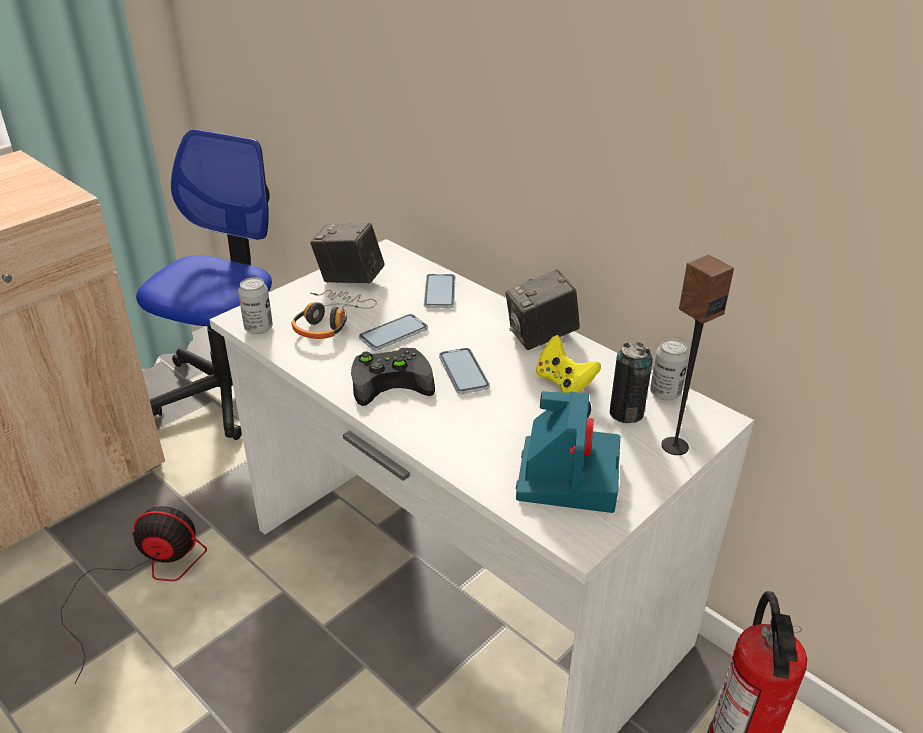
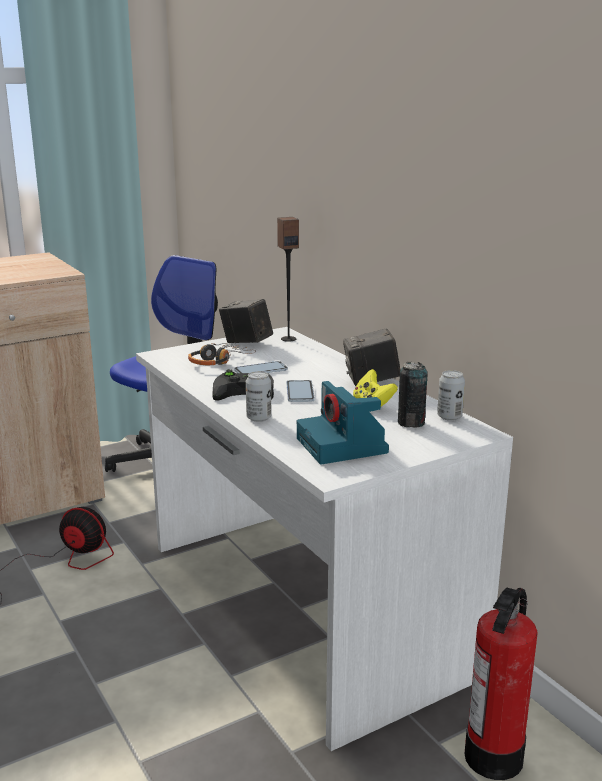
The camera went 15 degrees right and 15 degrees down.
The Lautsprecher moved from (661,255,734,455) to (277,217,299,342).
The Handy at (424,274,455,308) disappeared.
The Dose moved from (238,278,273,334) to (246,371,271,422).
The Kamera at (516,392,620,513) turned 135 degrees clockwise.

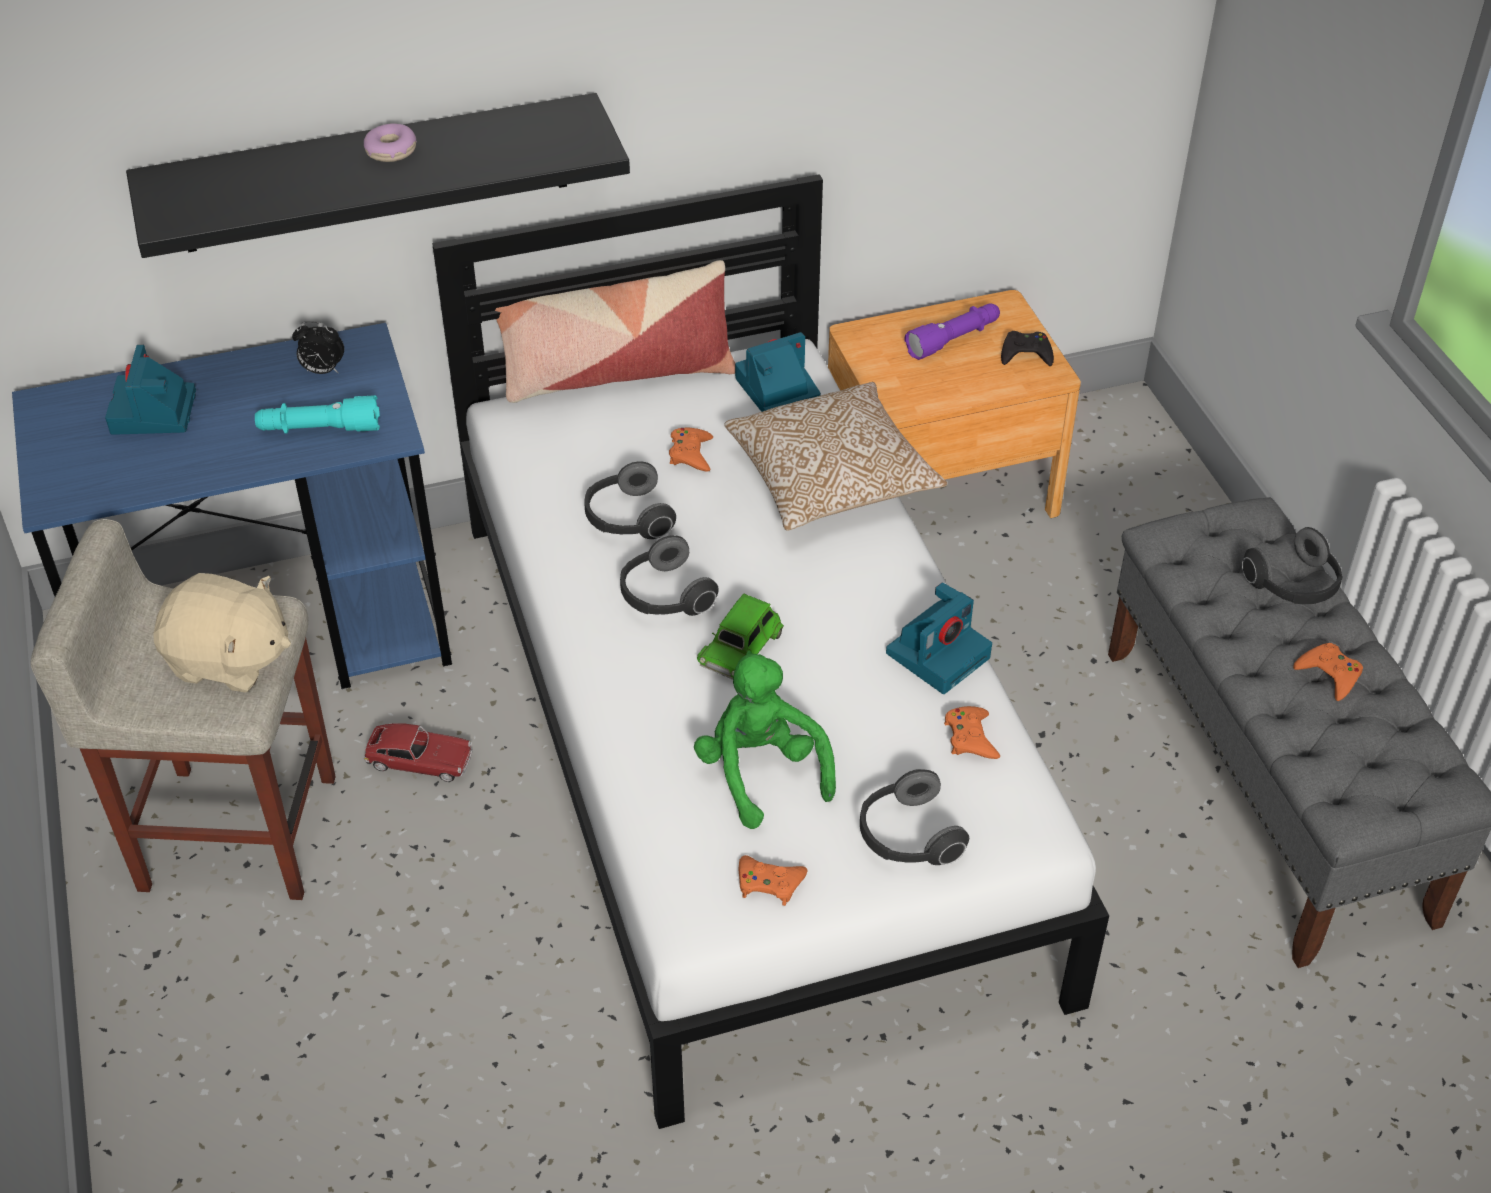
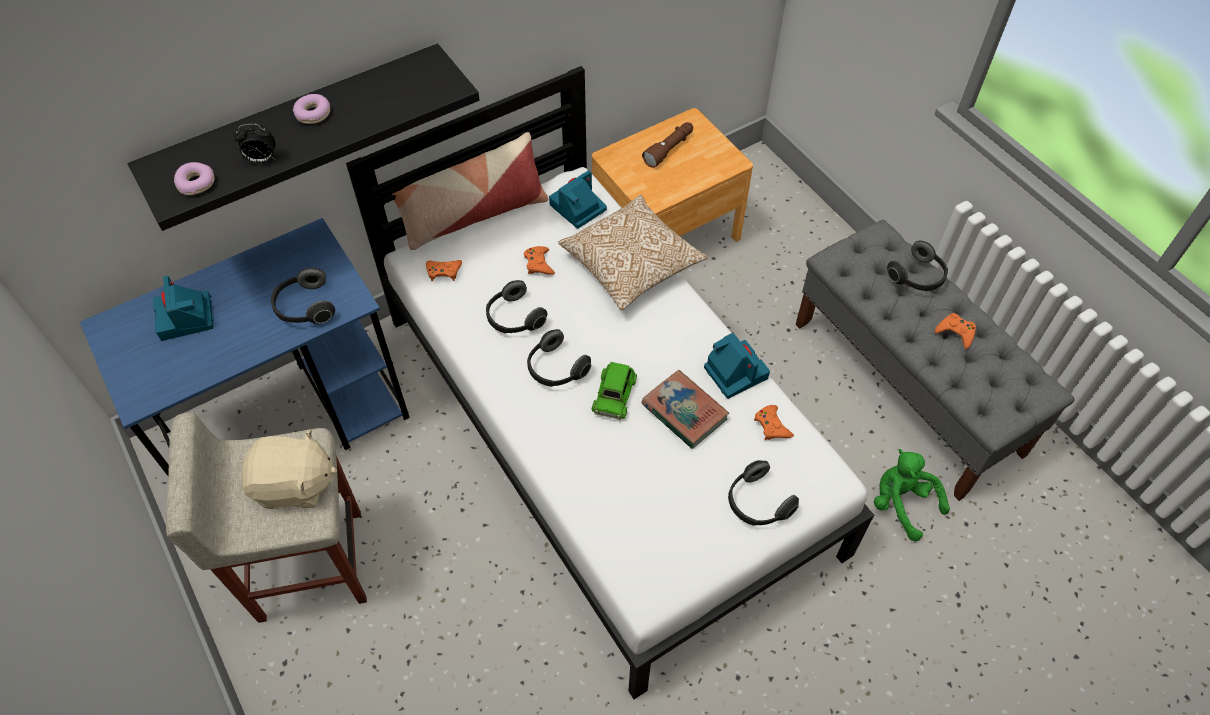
The camera went 15 degrees left and 10 degrees up.
The Taschenlampe (lila) at (904,303,1000,360) became the Taschenlampe (braun) at (642,122,693,168).
The Wecker moved from (292,321,344,374) to (233,124,276,163).
The Gamepad (schwarz) at (1001,331,1054,366) disappeared.
The Taschenlampe (türkis) at (255,395,380,434) was replaced by the Kopfhörer at (271,267,335,324).
The Kamera at (886,583,992,694) turned 60 degrees counterclockwise.
The Plüschtier (grün) moved from (694,651,836,829) to (874,449,950,541).
The Spielzeugauto at (364,723,473,782) disappeared.
The Gamepad (orange) moved from (739,855,807,906) to (426,260,462,281).
The Donut at (174,162,215,195) appeared.
The Buch at (642,370,729,449) appeared.

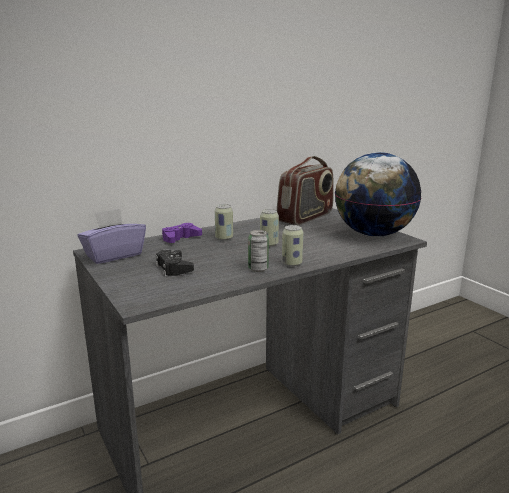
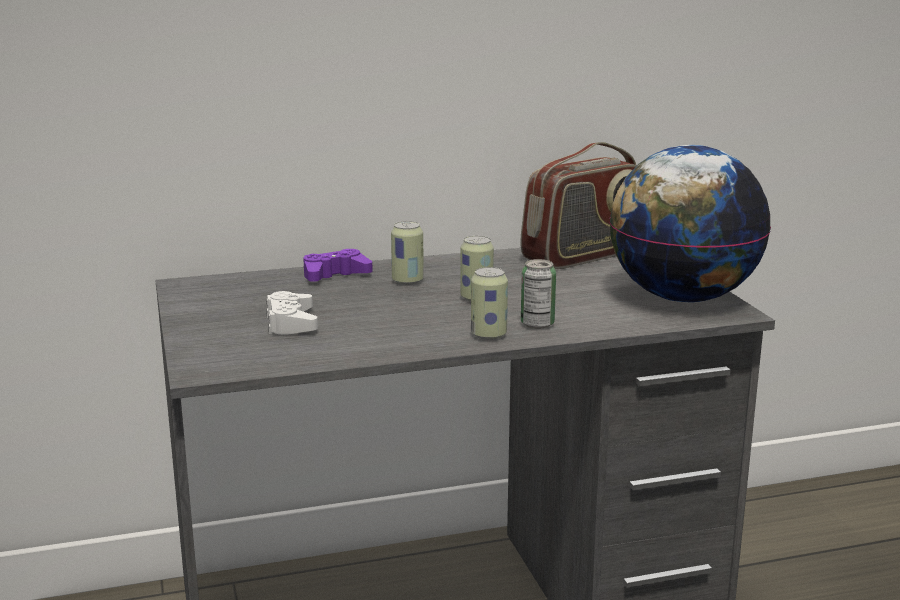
The camera went 15 degrees right and 0 degrees up.
The Taschentuchbox (lila) at (77,208,146,264) disappeared.
The Dose moved from (248,230,269,272) to (521,259,556,329).
The Gamepad (schwarz) at (156,250,194,276) became the Gamepad (weiß) at (266,291,318,335).

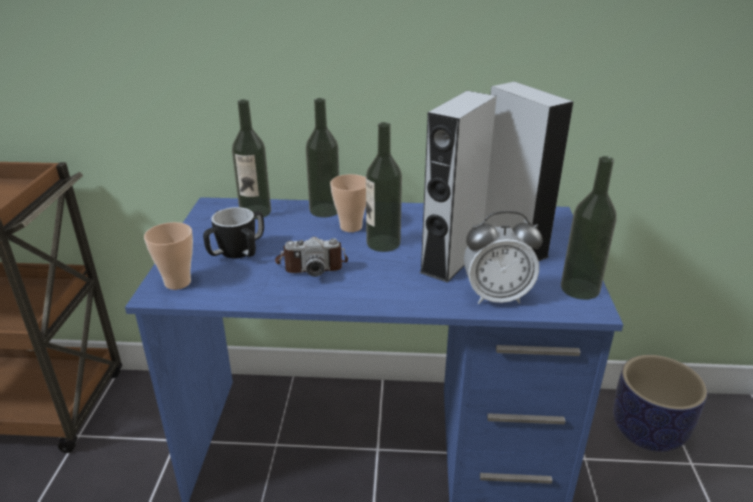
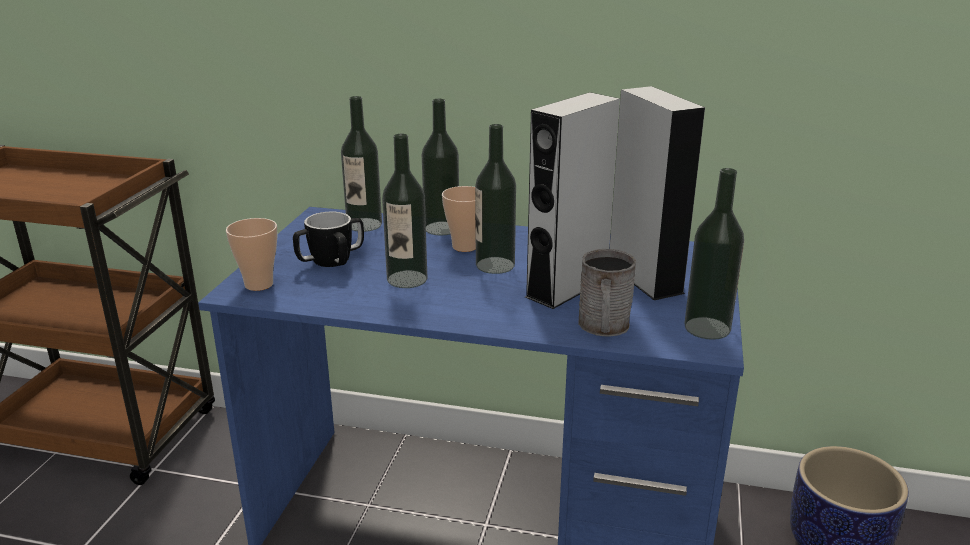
The camera went 10 degrees right and 5 degrees down.
The Wecker at (464,211,543,304) was replaced by the Henkelbecher (grau) at (578,249,637,336).
The Kamera at (275,237,348,277) was replaced by the Flasche at (382,134,427,288).

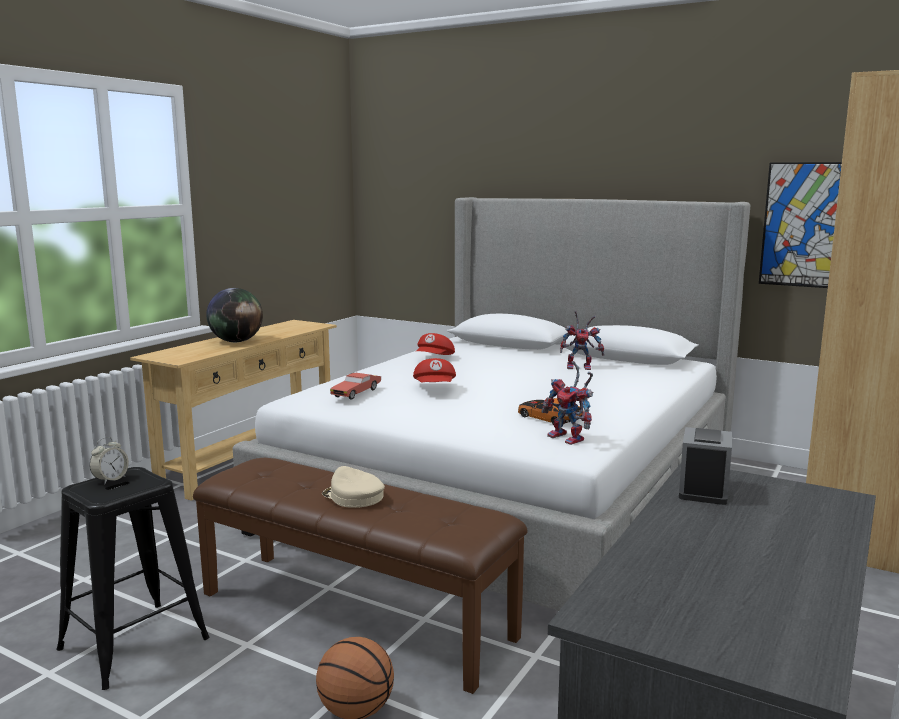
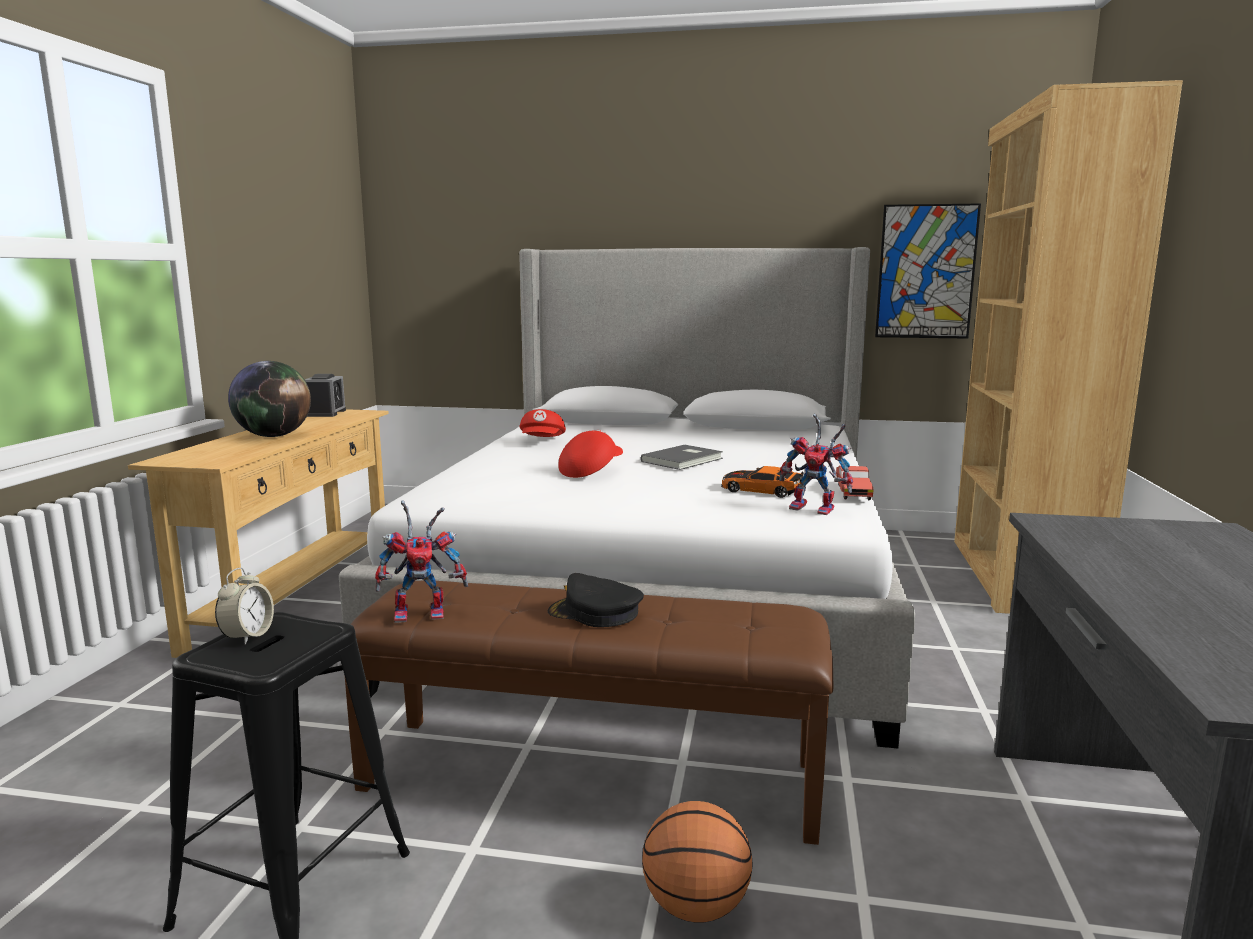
The camera went 20 degrees left and 0 degrees up.
The Spielzeugroboter moved from (560,311,604,370) to (375,500,468,623).
The Kappe (rot) at (413,358,456,382) turned 120 degrees counterclockwise.
The Spielzeugauto (rot) moved from (330,373,381,400) to (836,466,874,500).
The Wecker moved from (679,427,732,505) to (305,374,346,417).
The Kappe (beige) at (322,466,385,508) became the Kappe (schwarz) at (548,573,644,627).
The Buch (grau) at (641,445,723,470) appeared.

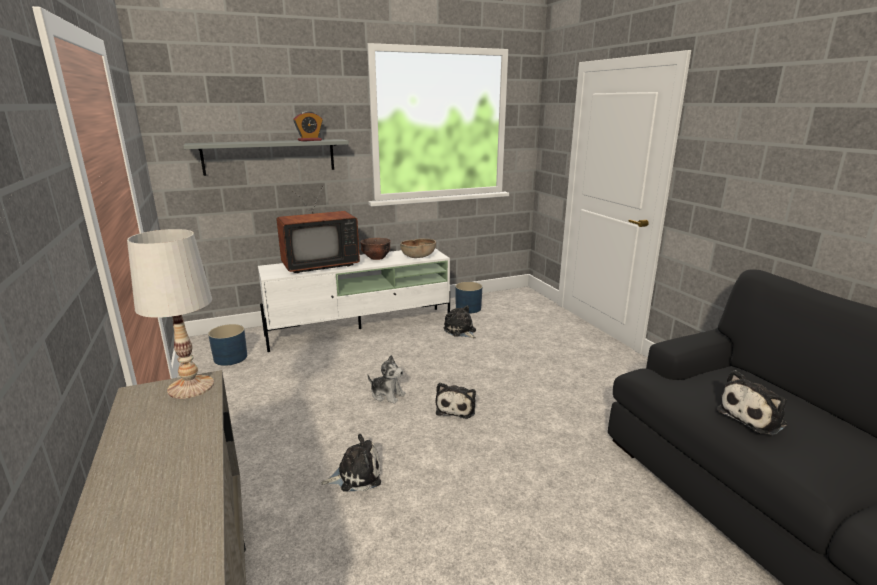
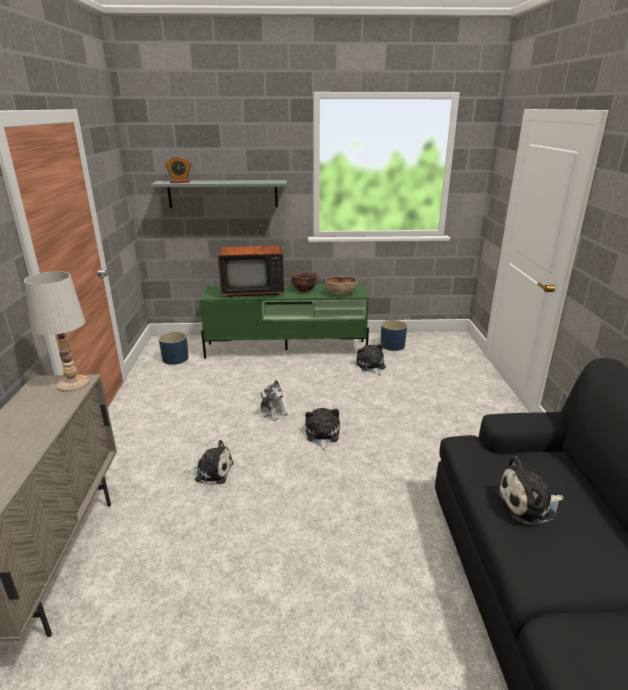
The camera went 20 degrees right and 5 degrees up.
The Wecker moved from (293,111,323,141) to (165,156,191,183).
The Fernsehschrank (weiß) at (258,248,450,352) became the Fernsehschrank (grün) at (200,284,369,359).
The Plüschtier at (436,383,476,419) turned 150 degrees clockwise.

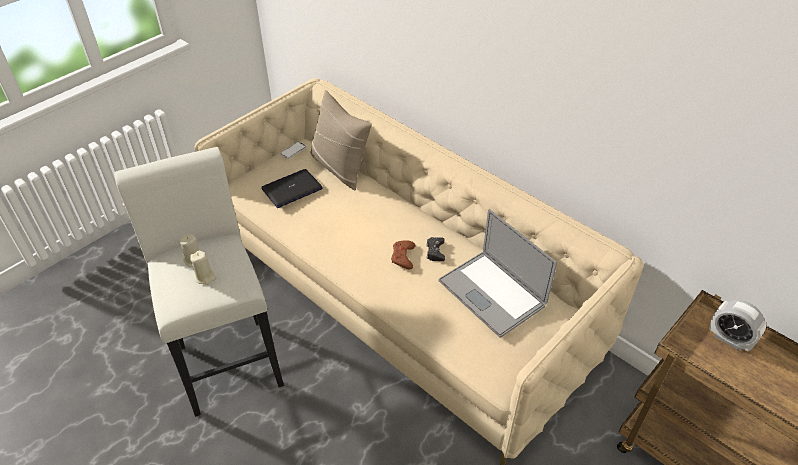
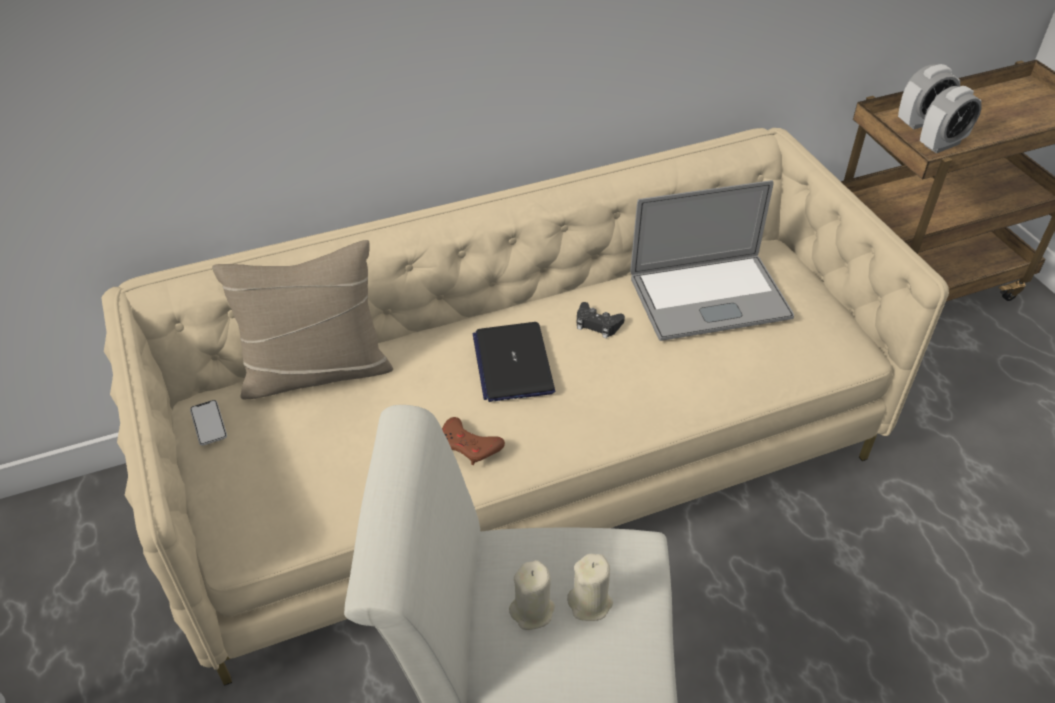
The camera went 65 degrees left and 0 degrees up.
The Laptop moved from (262,169,323,208) to (473,322,555,402).
The Gamepad (braun) moved from (391,240,416,270) to (442,417,505,465).
The Wecker at (920,86,982,153) appeared.

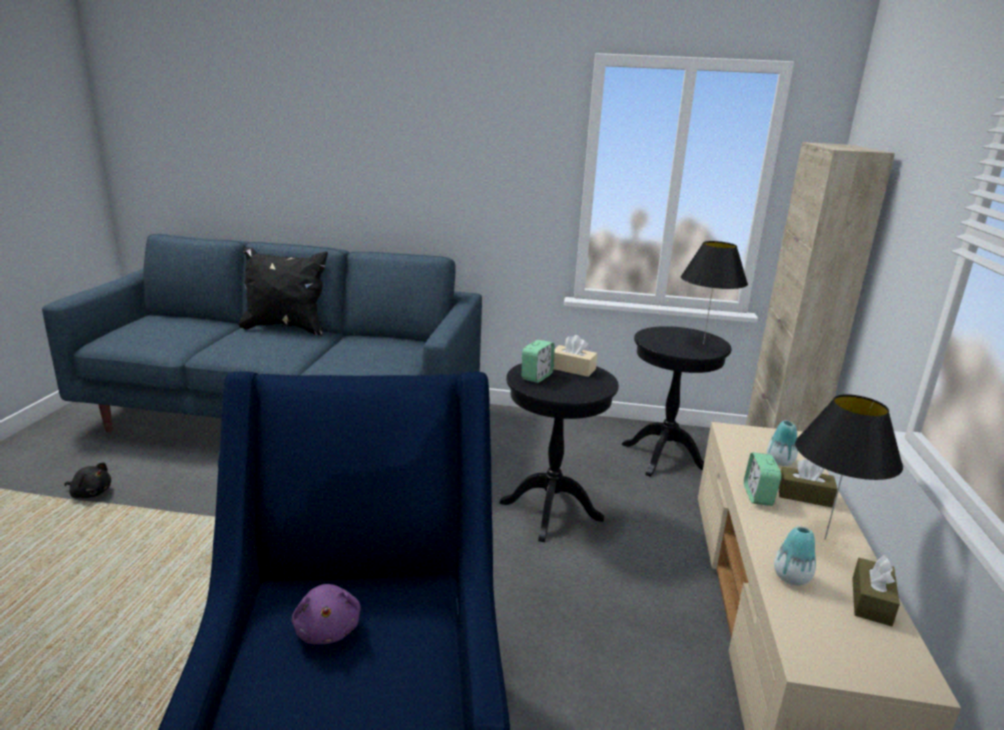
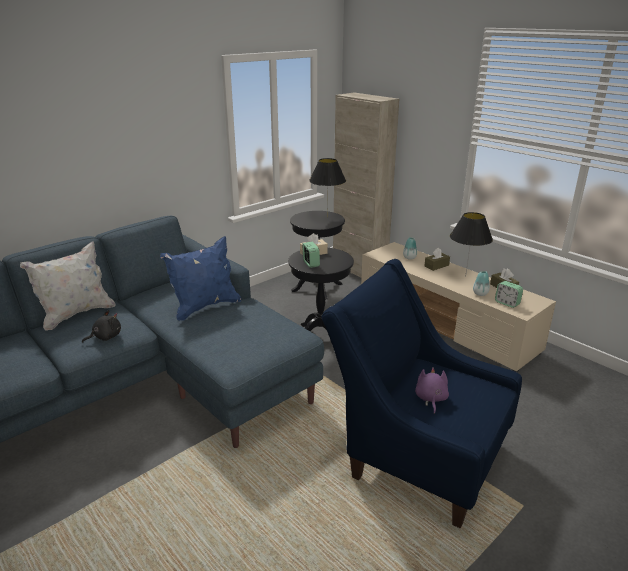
The camera went 50 degrees left and 5 degrees up.
The Kissen (schwarz) at (239,247,328,336) became the Kissen (weiß) at (20,241,115,331).
The Wecker moved from (744,452,781,506) to (495,281,523,308).
The Plüschtier (schwarz) moved from (65,462,111,498) to (82,310,121,343).
The Plüschtier (lila) at (292,584,361,645) turned 105 degrees counterclockwise.
The Kissen (blau) at (160,236,241,321) appeared.

